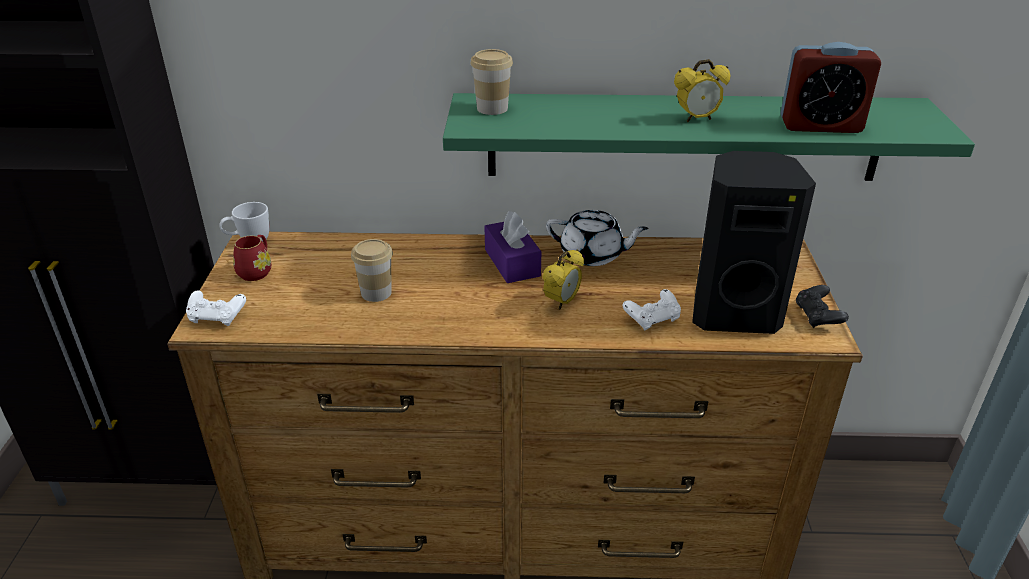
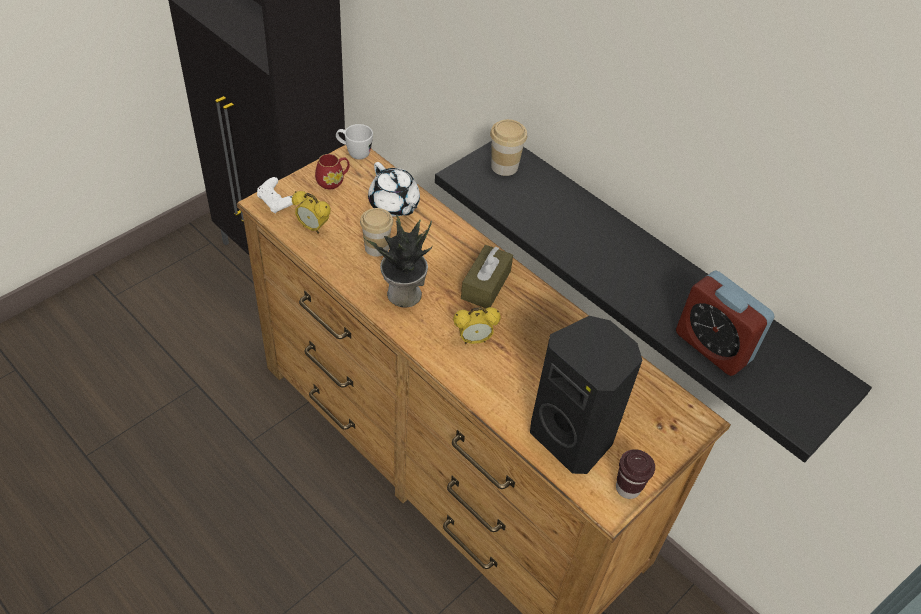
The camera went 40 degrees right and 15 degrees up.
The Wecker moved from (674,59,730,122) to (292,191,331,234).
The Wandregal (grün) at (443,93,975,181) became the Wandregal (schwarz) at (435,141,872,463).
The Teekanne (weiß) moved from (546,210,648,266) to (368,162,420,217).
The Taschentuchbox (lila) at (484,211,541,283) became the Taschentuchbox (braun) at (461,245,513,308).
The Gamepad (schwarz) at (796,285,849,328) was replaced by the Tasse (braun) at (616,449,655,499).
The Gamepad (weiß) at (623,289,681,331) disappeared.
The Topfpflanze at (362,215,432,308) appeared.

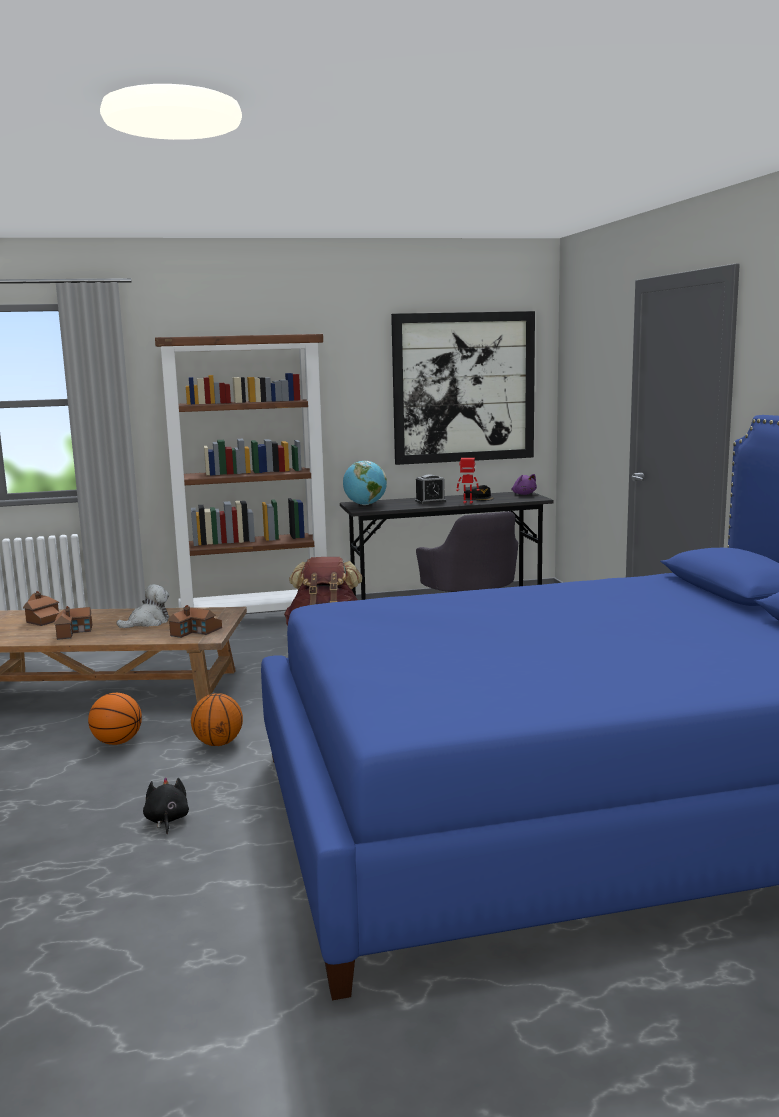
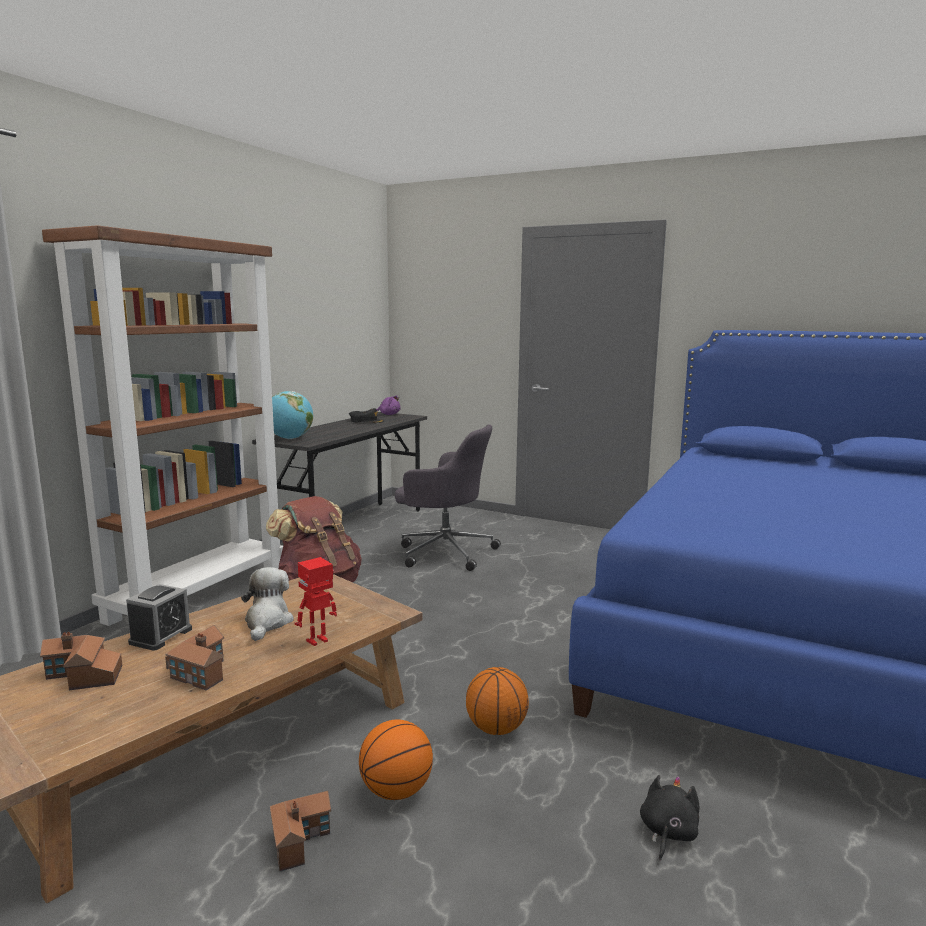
The camera went 50 degrees left and 0 degrees up.
The Bild at (391,311,535,465) disappeared.
The Spielzeugroboter moved from (456,458,480,504) to (295,557,337,646).
The Wecker moved from (415,474,446,504) to (126,584,192,651).
The Spielzeughaus moved from (168,605,222,638) to (270,791,331,871).
The Plüschtier (schwarz) at (143,777,189,834) turned 90 degrees clockwise.

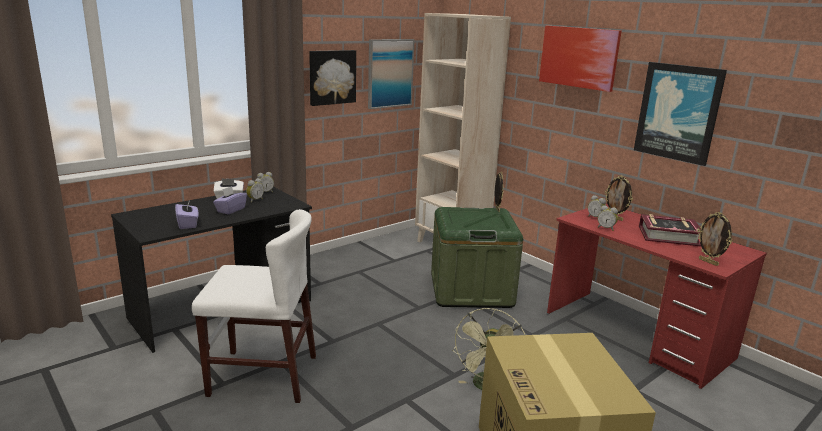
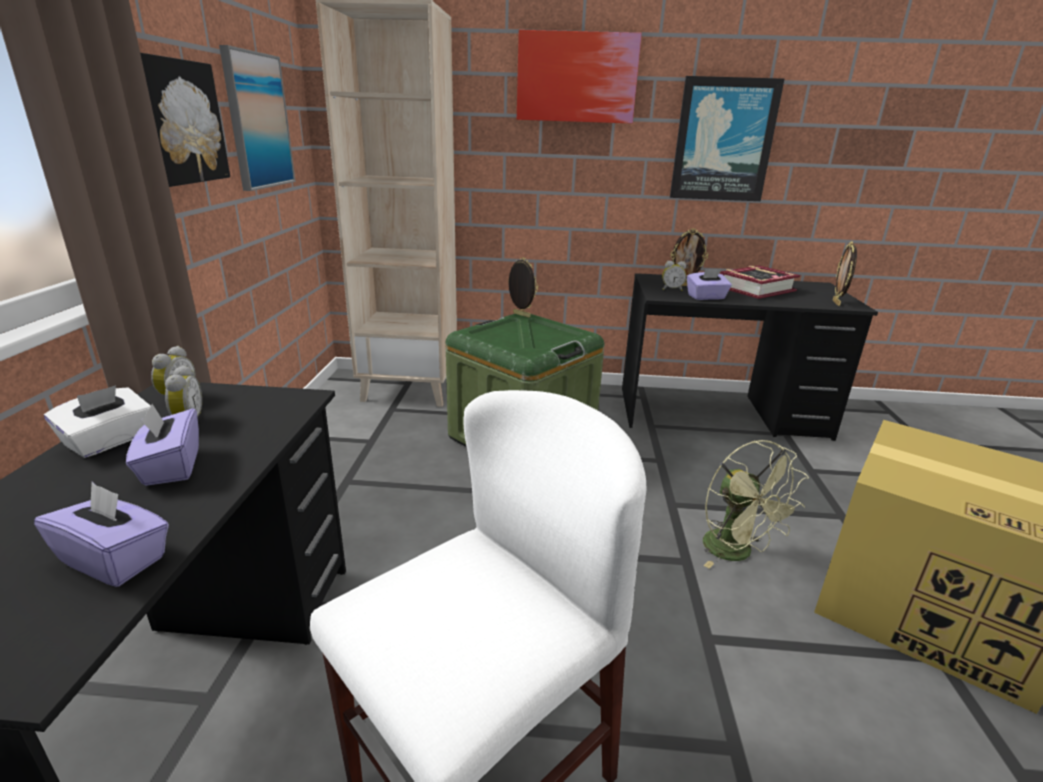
The camera went 45 degrees left and 5 degrees up.
The Schreibtisch (rot) at (547,203,767,389) became the Schreibtisch (schwarz) at (622,273,878,441).
The Wecker at (598,205,618,231) was replaced by the Taschentuchbox (lila) at (687,269,732,300).
The Bilderrahmen at (698,212,732,266) turned 90 degrees clockwise.

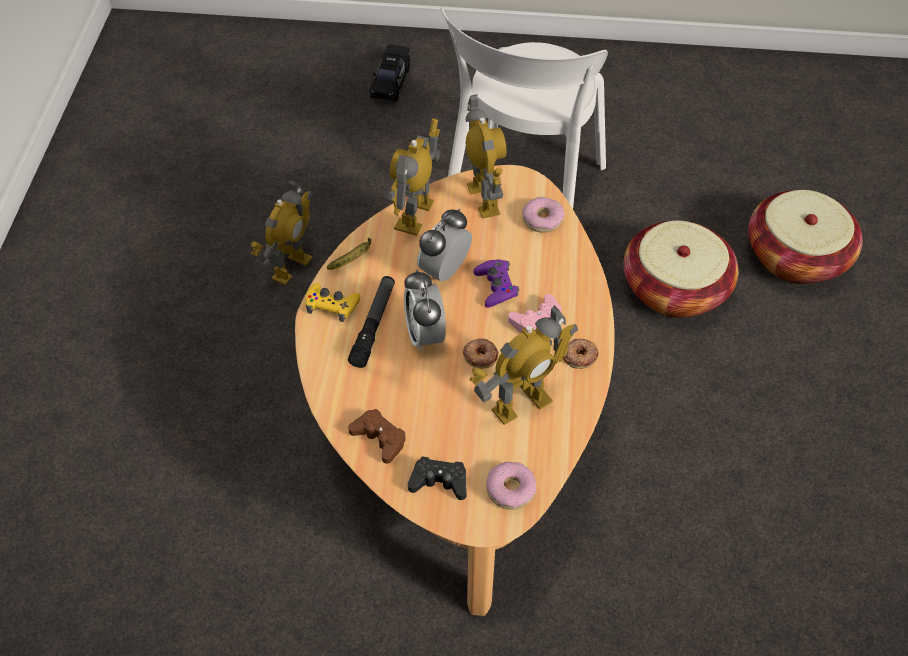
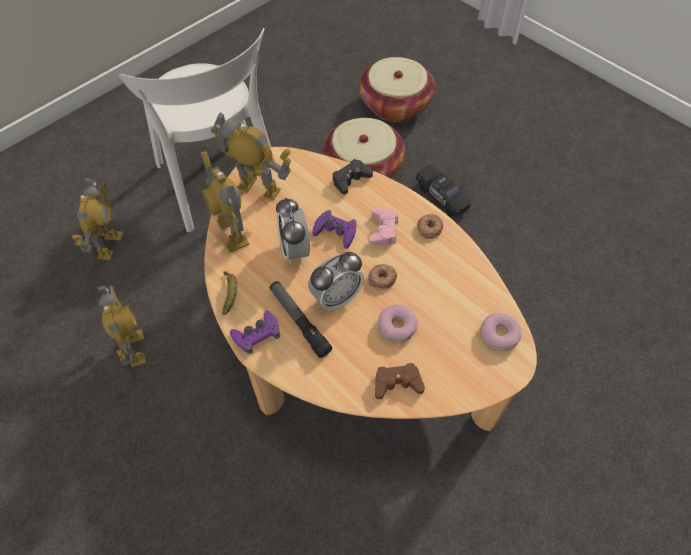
The camera went 50 degrees left and 5 degrees up.
The Spielzeugauto (schwarz) moved from (370,44,410,102) to (416,165,471,217).
The Donut moved from (522,197,564,233) to (378,305,417,343).
The Wecker at (404,270,446,351) turned 60 degrees counterclockwise.
The Gamepad (gelb) at (306,283,360,322) became the Gamepad (lila) at (230,311,280,354).
The Spielzeugroboter moved from (469,305,578,425) to (72,177,124,260).
The Gamepad (schwarz) moved from (408,457,467,500) to (333,159,373,195).

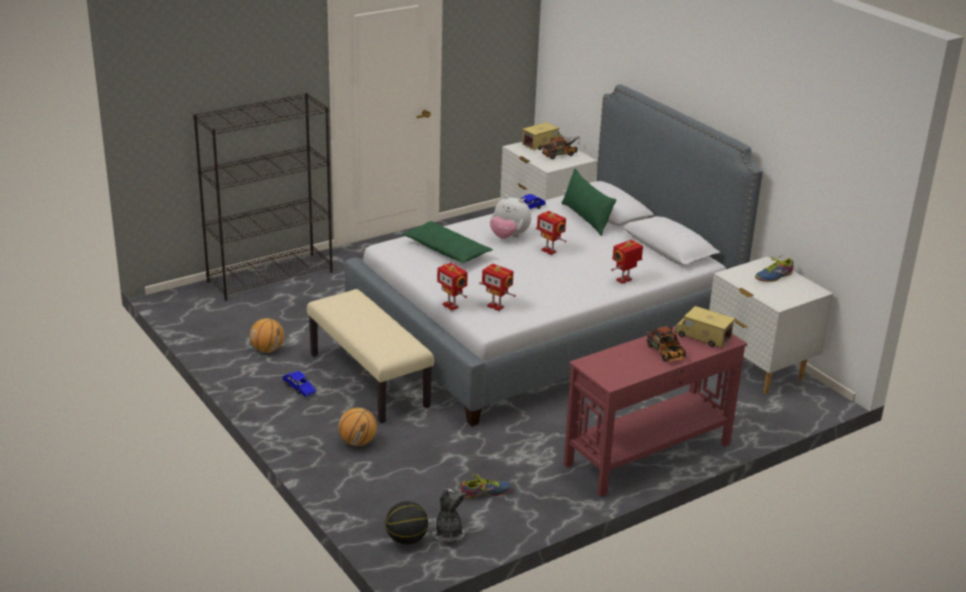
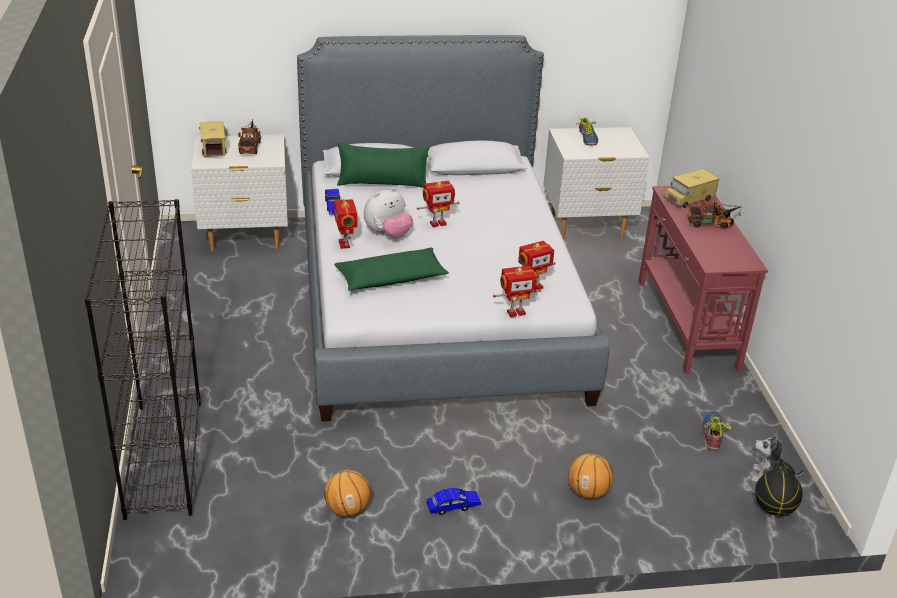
The camera went 65 degrees left and 5 degrees up.
The Spielzeugroboter moved from (611,240,643,284) to (334,199,357,249).
The Bank (beige) at (307,289,434,423) disappeared.

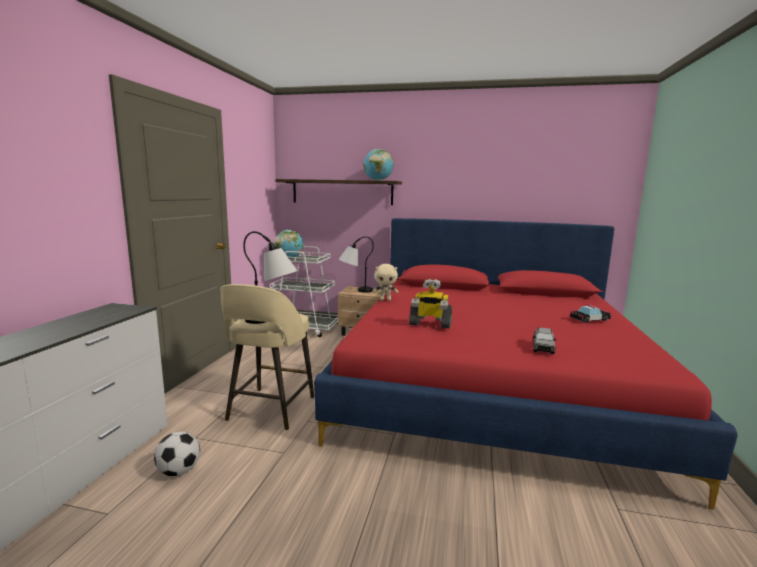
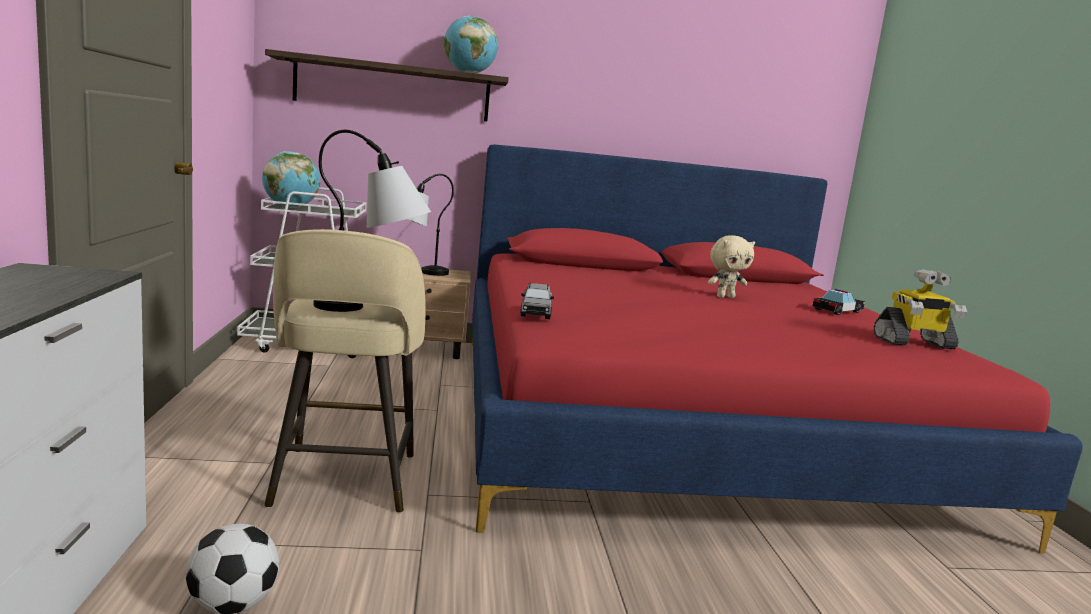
The camera went 20 degrees left and 0 degrees up.
The Plüschtier (beige) moved from (373,264,399,301) to (708,235,755,298).
The Spielzeugroboter moved from (409,279,452,329) to (874,269,967,349).
The Spielzeugauto (grau) moved from (533,327,556,354) to (520,283,554,319).

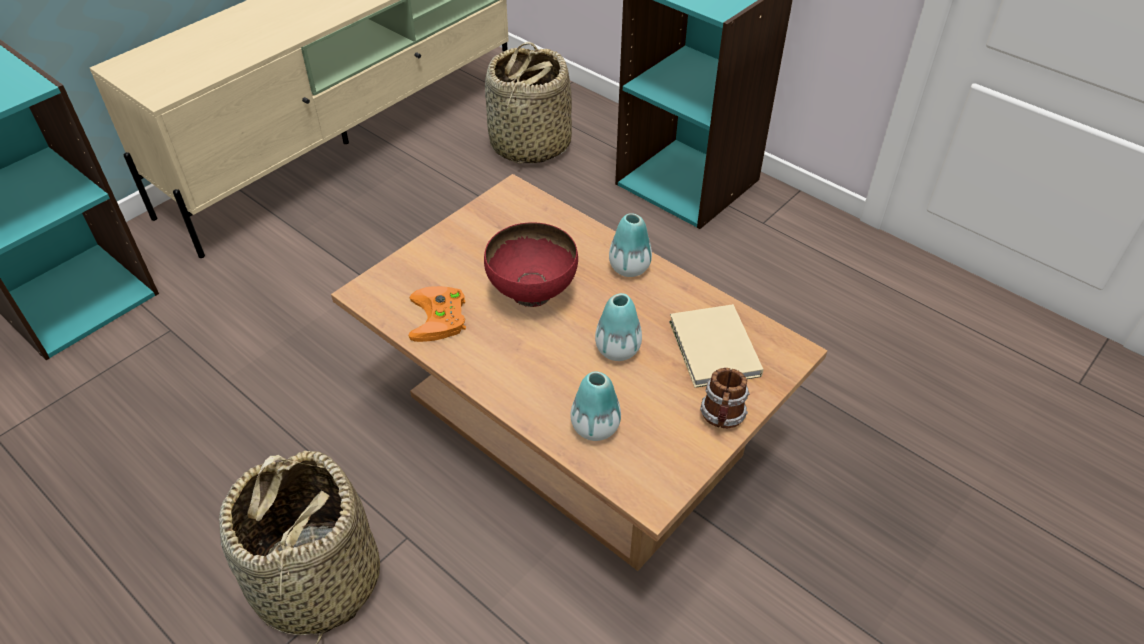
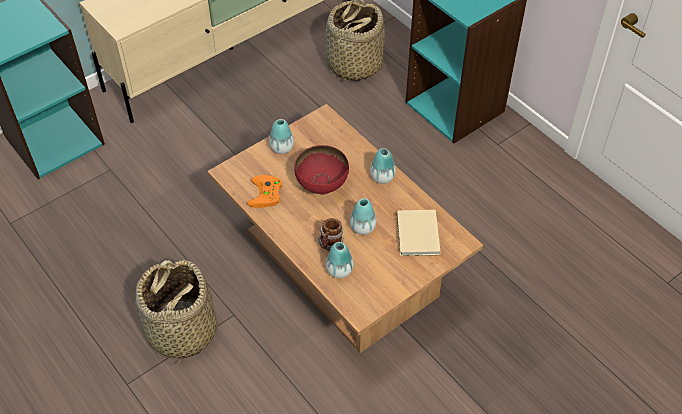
The camera went 10 degrees right and 5 degrees up.
The Henkelbecher moved from (700,368,750,428) to (318,218,343,251).
The Vase at (269,119,294,154) appeared.

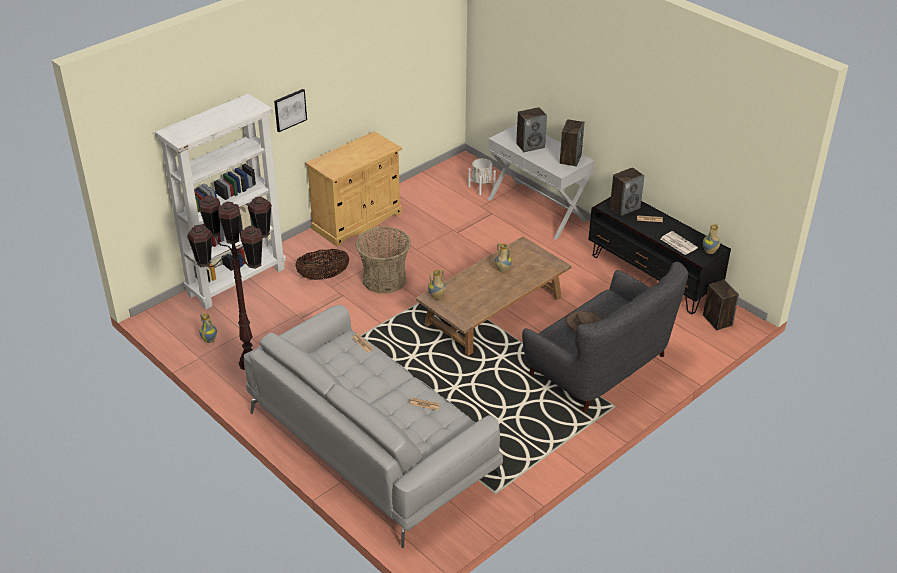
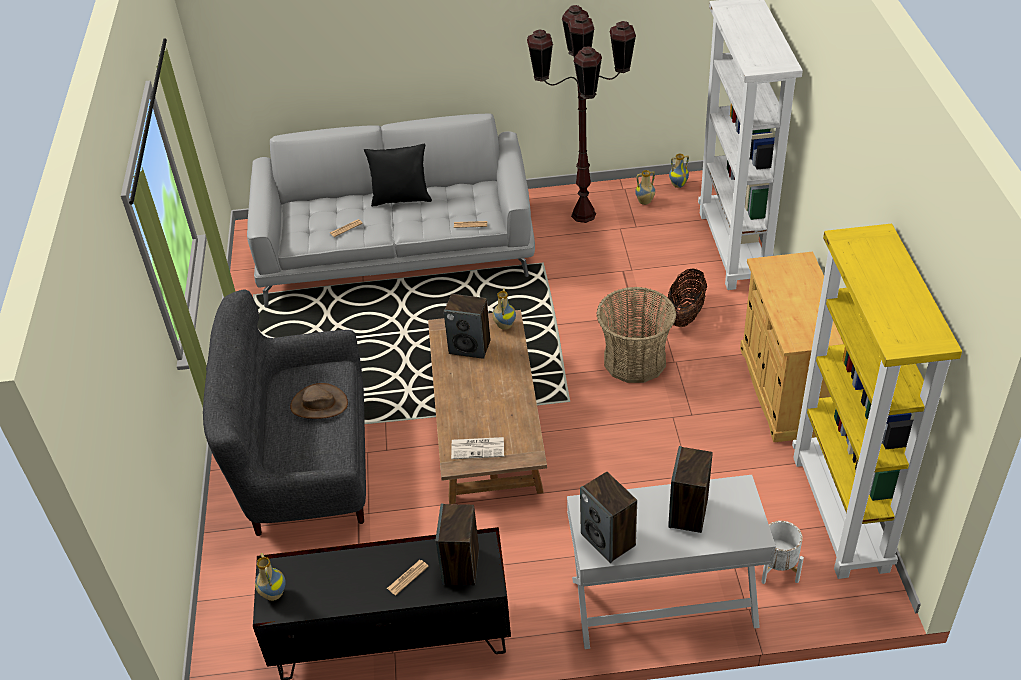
The camera went 130 degrees right and 5 degrees up.
The Bild at (274,89,307,132) disappeared.
The Zeitung moved from (661,231,698,255) to (451,437,504,459).
The Vase moved from (495,243,512,272) to (669,154,689,188).
The Lautsprecher moved from (703,279,739,330) to (444,294,490,359).
The Kissen (schwarz) at (364,144,432,207) appeared.
The Bücherregal (gelb) at (792,224,962,579) appeared.

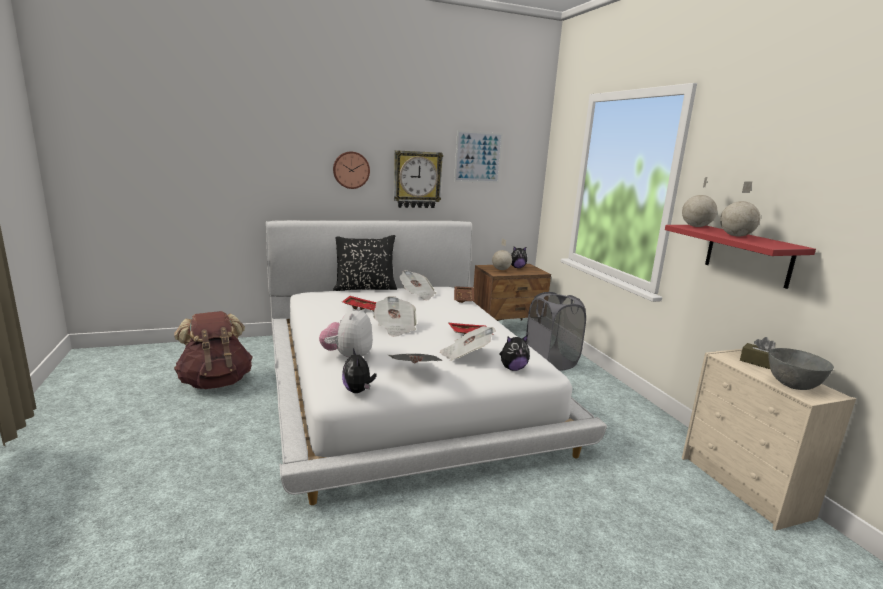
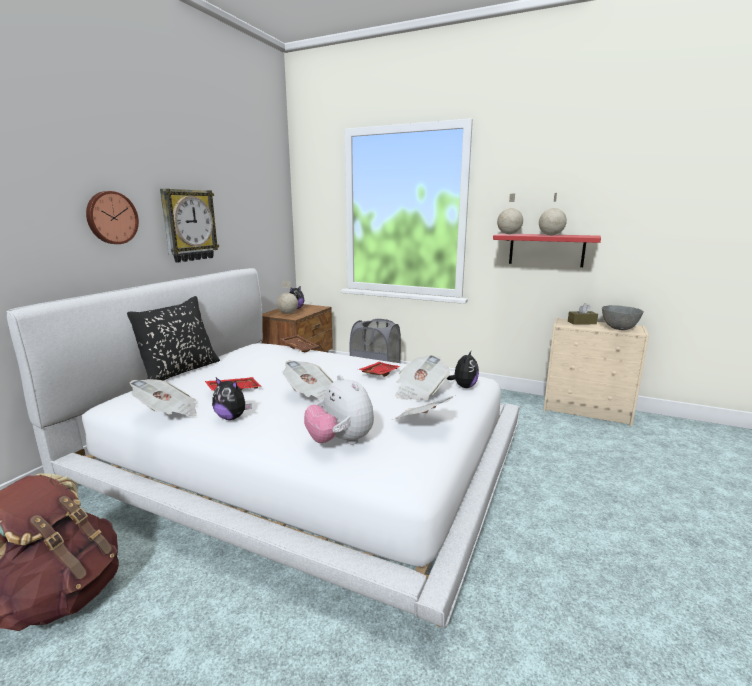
The camera went 45 degrees left and 0 degrees up.
The Bild at (454,130,503,183) disappeared.
The Zeitung moved from (399,270,436,301) to (130,379,197,416).
The Plüschtier moved from (342,349,377,393) to (212,378,252,420).

